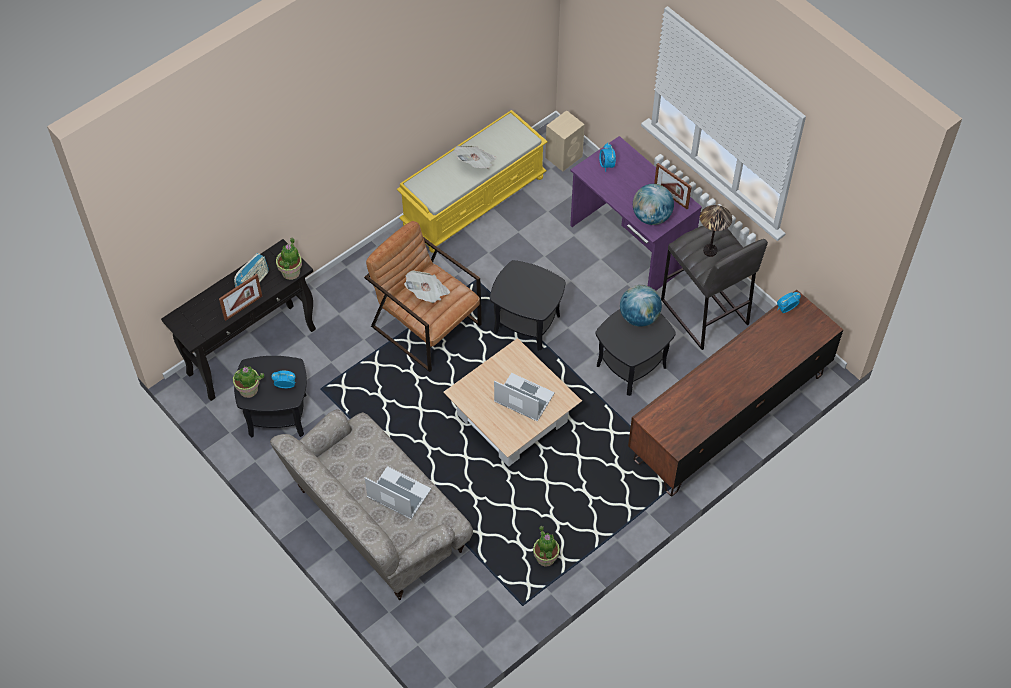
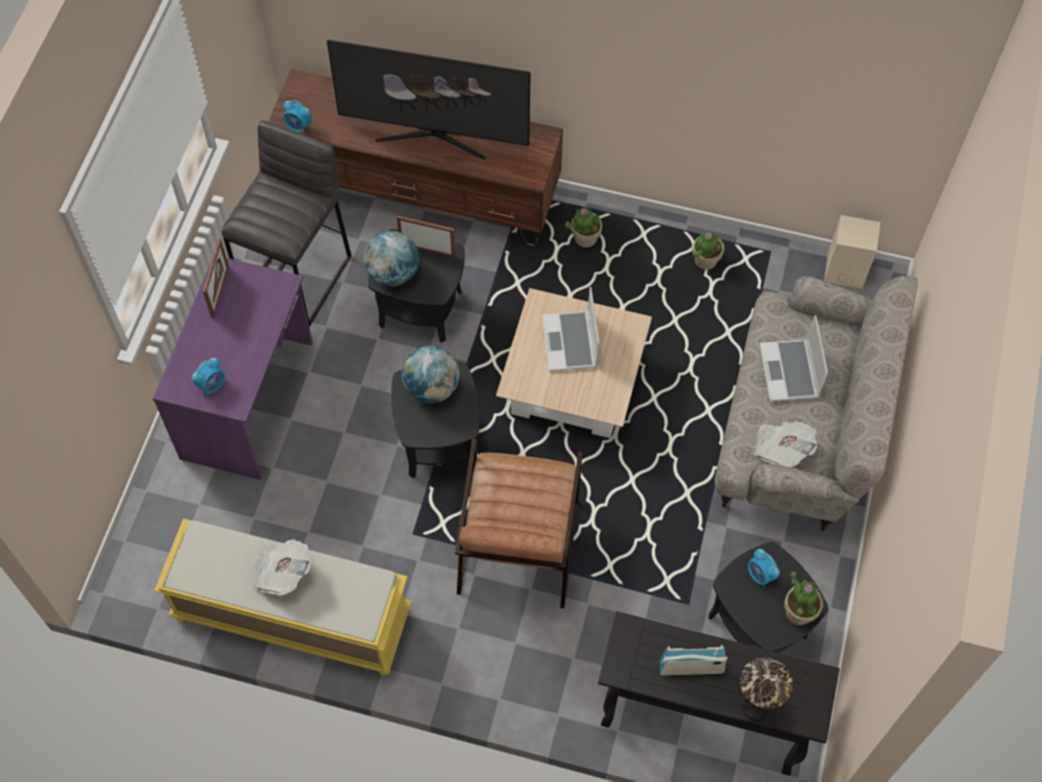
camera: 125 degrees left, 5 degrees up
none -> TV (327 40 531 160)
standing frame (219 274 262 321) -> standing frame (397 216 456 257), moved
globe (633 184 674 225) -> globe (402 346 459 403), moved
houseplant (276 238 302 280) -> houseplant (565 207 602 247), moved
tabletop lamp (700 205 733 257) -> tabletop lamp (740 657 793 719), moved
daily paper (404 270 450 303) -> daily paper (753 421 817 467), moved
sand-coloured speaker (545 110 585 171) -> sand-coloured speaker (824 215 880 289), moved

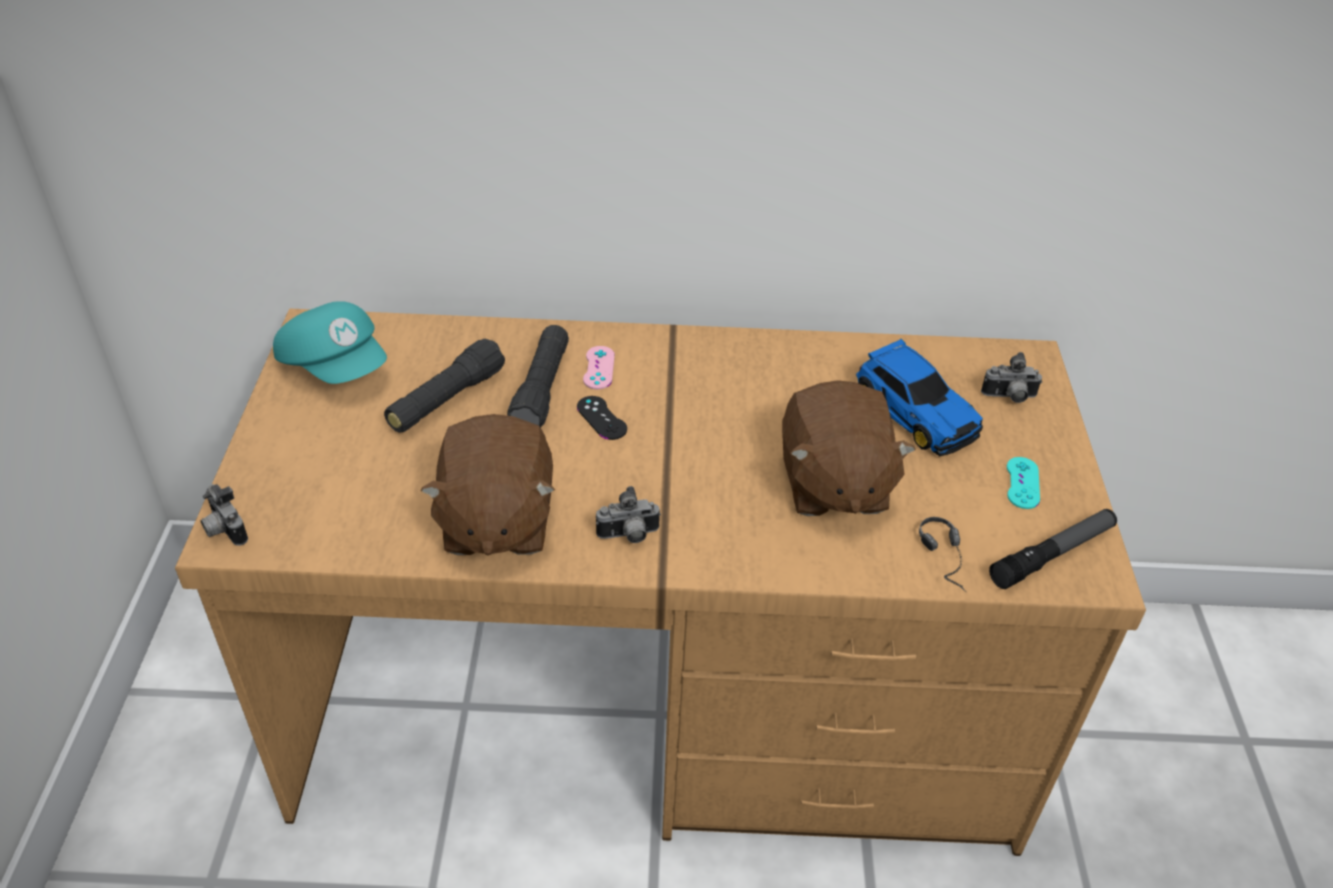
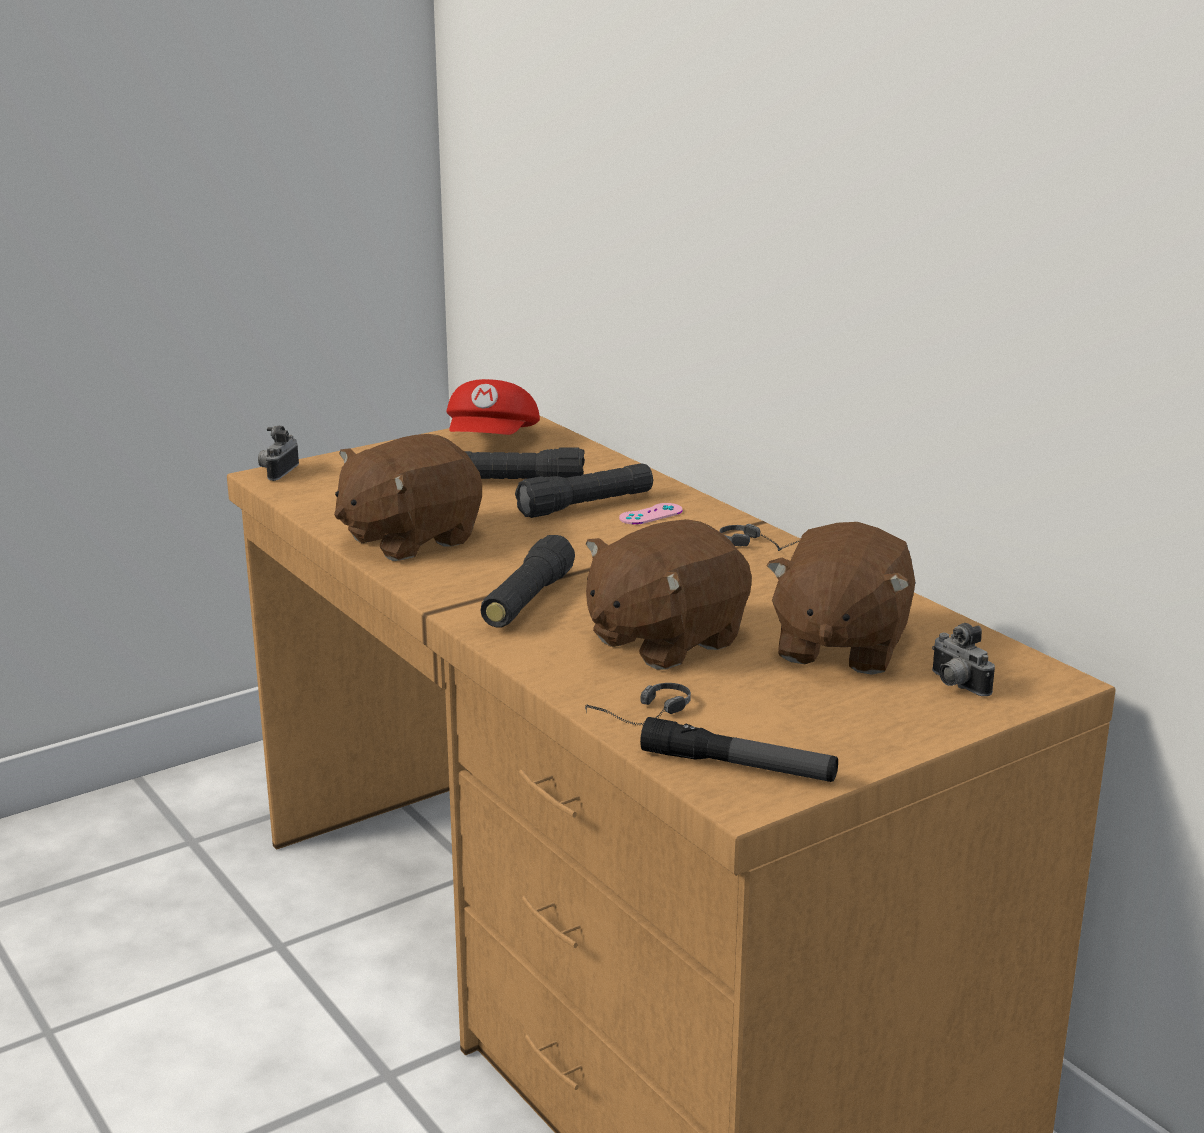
camera: 55 degrees right, 20 degrees down
turquoise-coloured cap (273 301 387 384) -> reddish cap (446 379 540 435)
none -> black-coloured torch (480 535 575 628)
none -> headset (720 524 797 551)
miniature car (856 339 983 456) -> brownish cuddly toy (766 522 915 675)
black-coloured joypad (577 396 627 440) -> none
photo camera (596 486 661 543) -> none
turquoise-coloured joypad (1007 457 1040 509) -> none

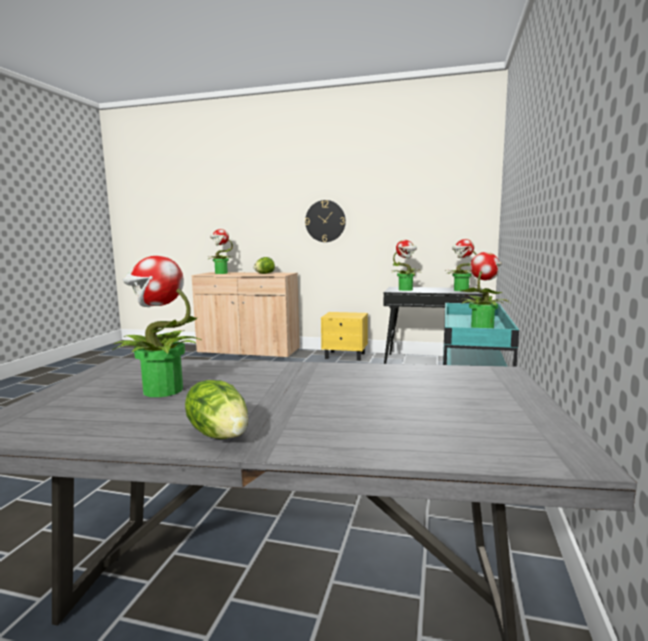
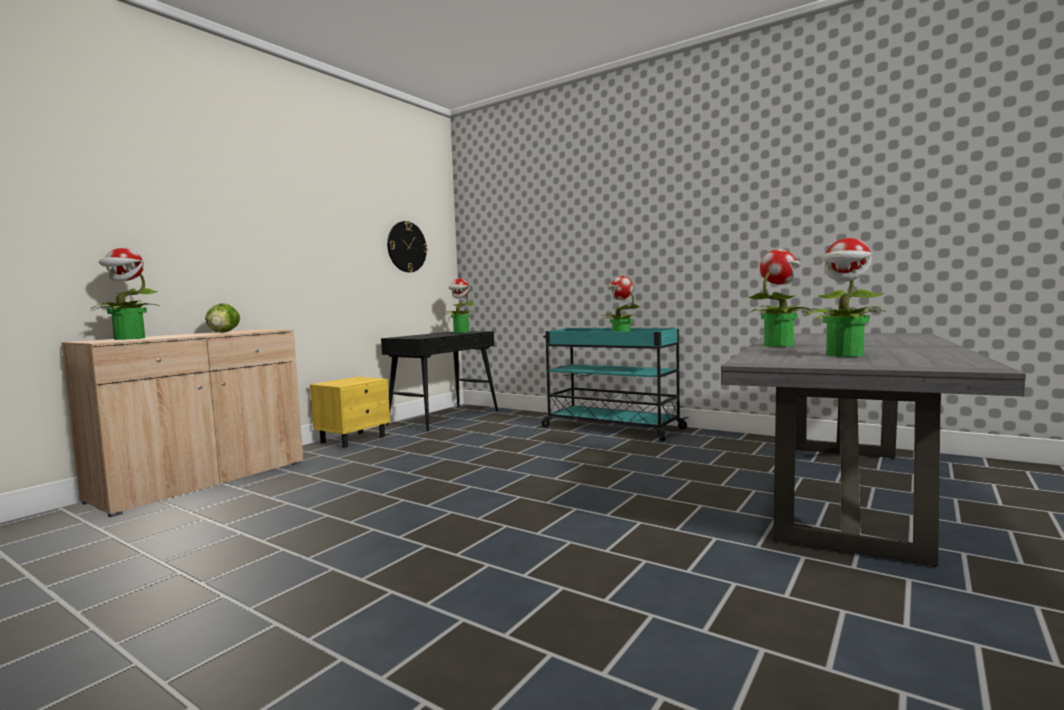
camera: 70 degrees left, 5 degrees down
hanging clock (305 200 346 242) -> hanging clock (387 221 428 272), moved
houseplant (391 240 423 291) -> houseplant (748 249 813 347), moved
head of lettuce (185 380 248 439) -> none

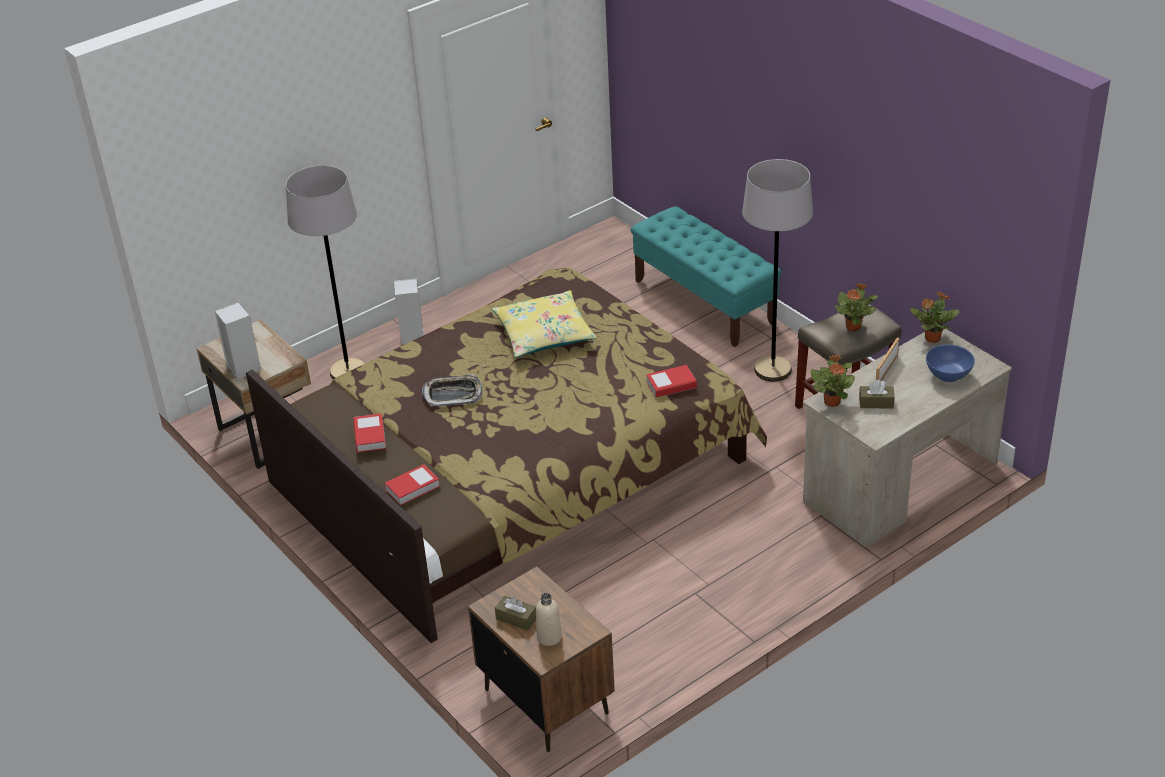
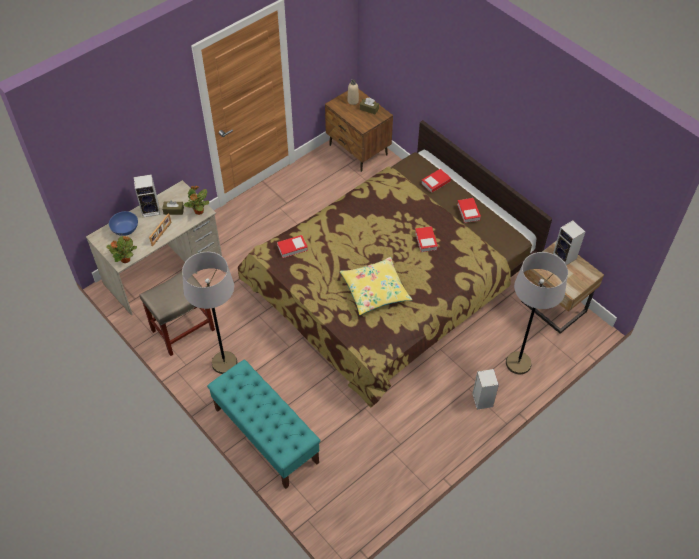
camera: 175 degrees right, 15 degrees up
none -> speaker (134 174 160 217)
carrying tray (422 374 482 406) -> book (415 226 438 252)
houseplant (835 283 878 331) -> none

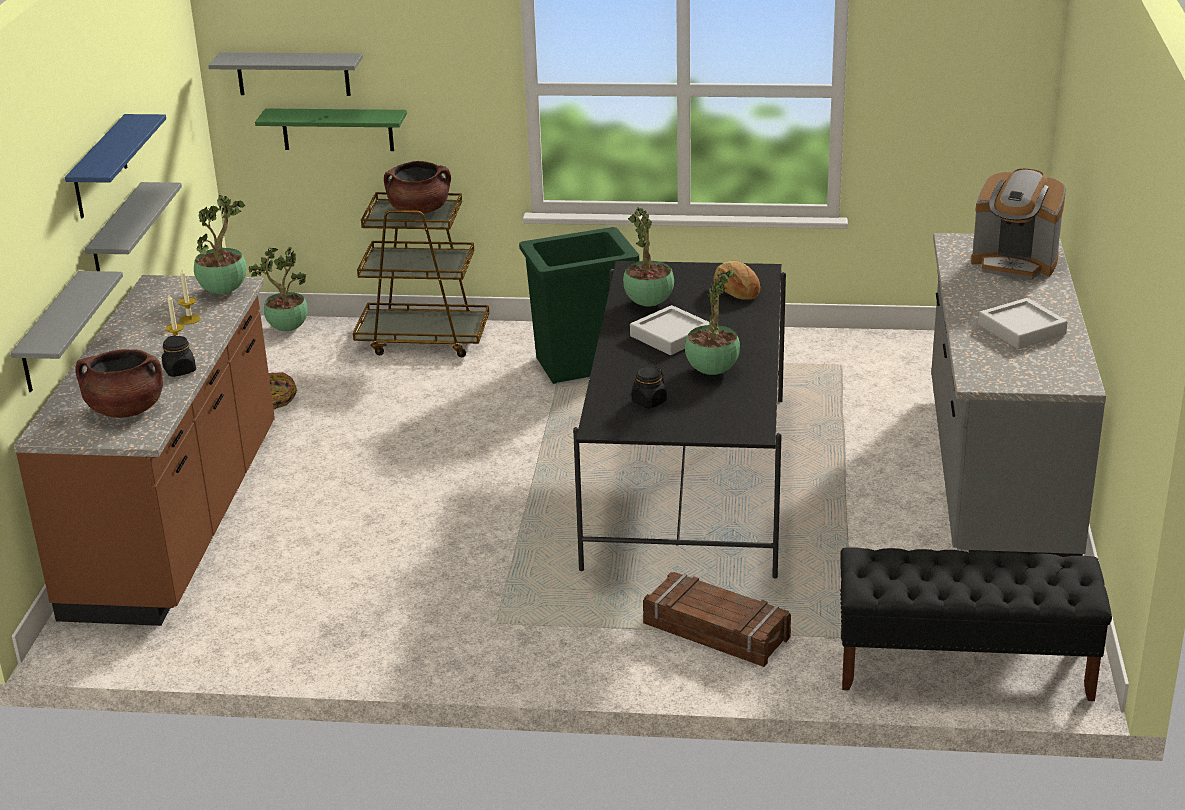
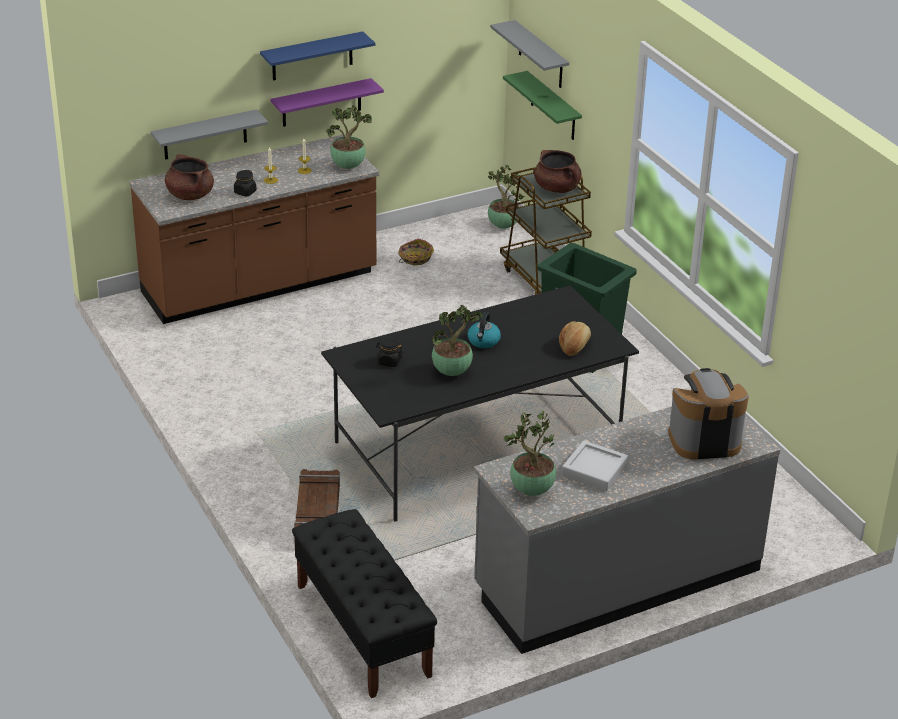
camera: 55 degrees right, 5 degrees up
greyish wall shelf (85 182 182 271) -> purple wall shelf (270 78 384 127)
greyish carrying tray (630 305 709 355) -> water kettle (468 312 501 348)
houseplant (623 207 674 307) -> houseplant (504 411 556 496), moved
coffee maker (971 169 1066 280) -> coffee maker (668 368 749 459), 90 degrees clockwise

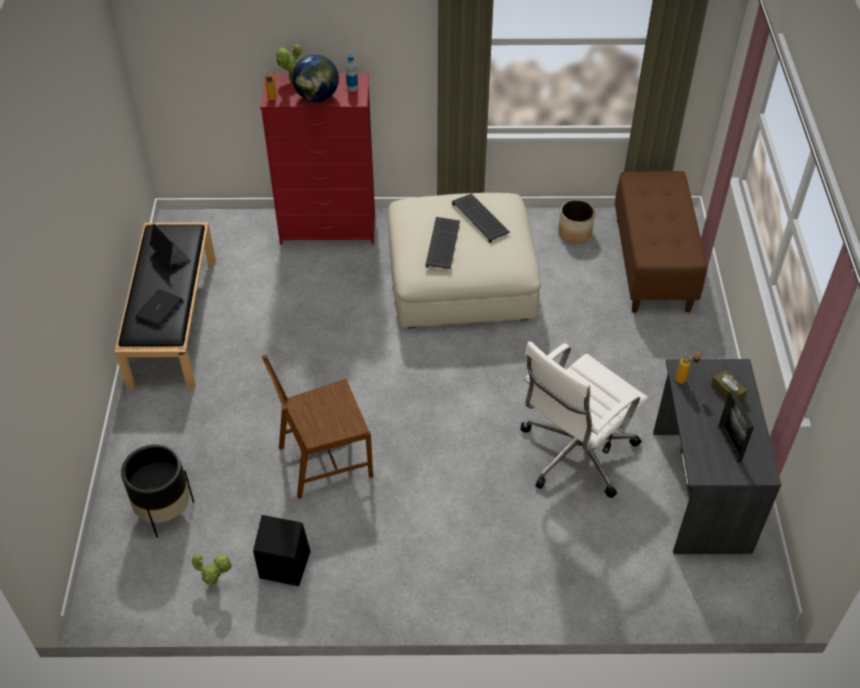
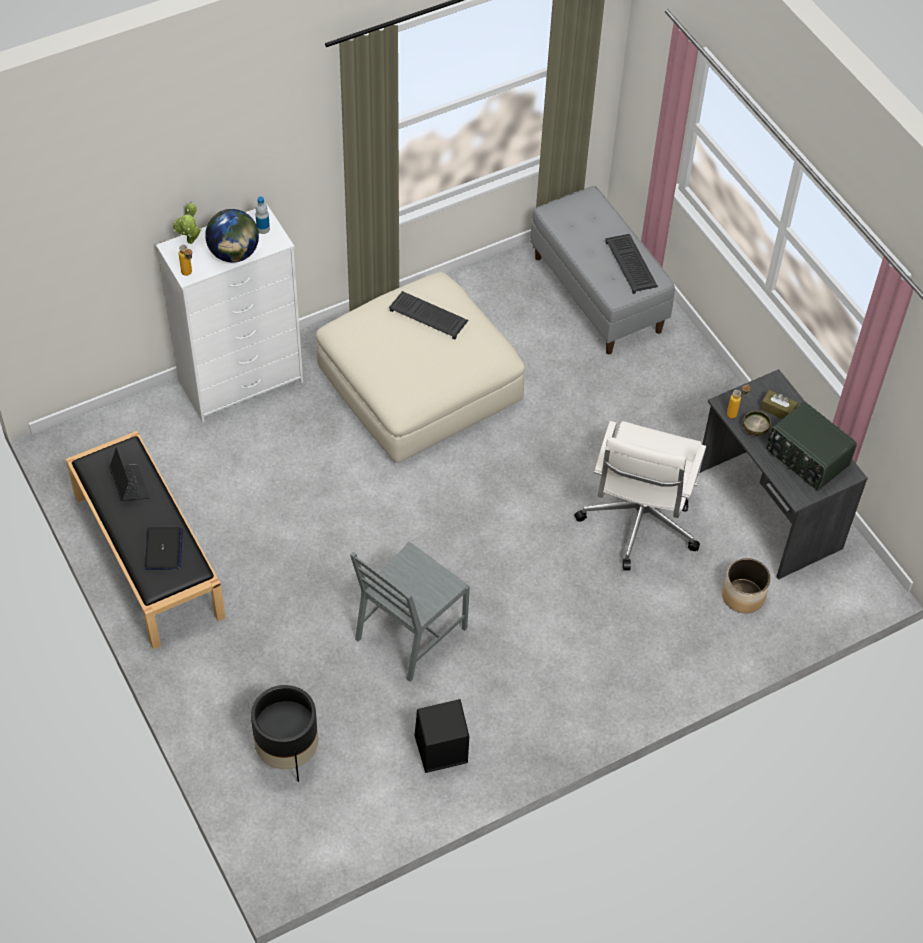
camera: 30 degrees left, 5 degrees up
laptop (149 223 191 266) -> laptop (109 447 150 501), 45 degrees clockwise
reddish drawer chest (260 73 375 245) -> white drawer chest (156 204 303 422)
brownish plain chair (262 355 373 499) -> greyish plain chair (350 541 470 682)
brownish indoor bench (615 171 707 313) -> greyish indoor bench (530 186 675 354)
keyboard (426 217 460 269) -> keyboard (605 234 658 294), moved
planter (558 200 595 243) -> planter (722 558 771 613), moved
none -> bowl (743 411 771 436)
standing frame (718 390 754 463) -> radio (766 402 857 491)
houseplant (192 554 232 586) -> none

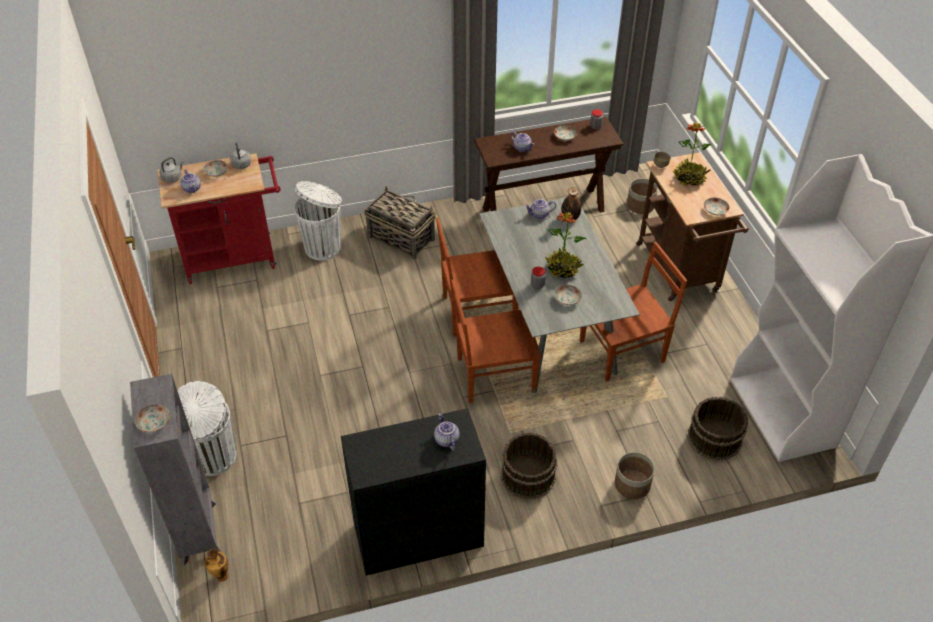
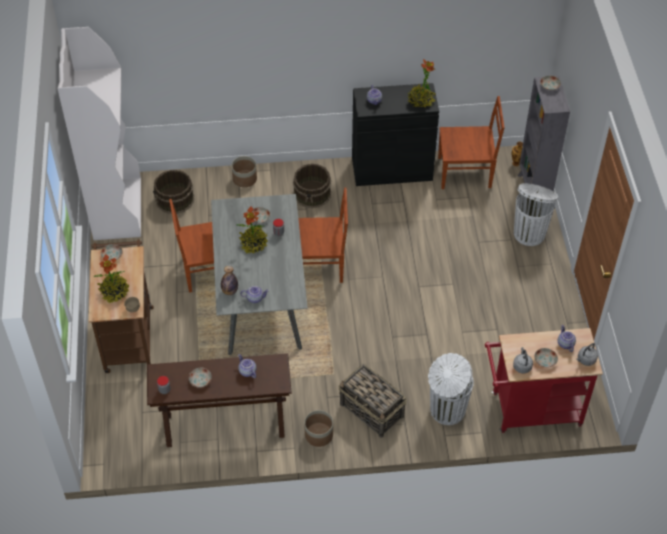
camera: 170 degrees left, 5 degrees up
planter (627 178 658 214) -> planter (304 410 333 447), moved
none -> houseplant (408 60 436 108)
brownish plain chair (436 217 519 337) -> brownish plain chair (438 96 505 189), moved

